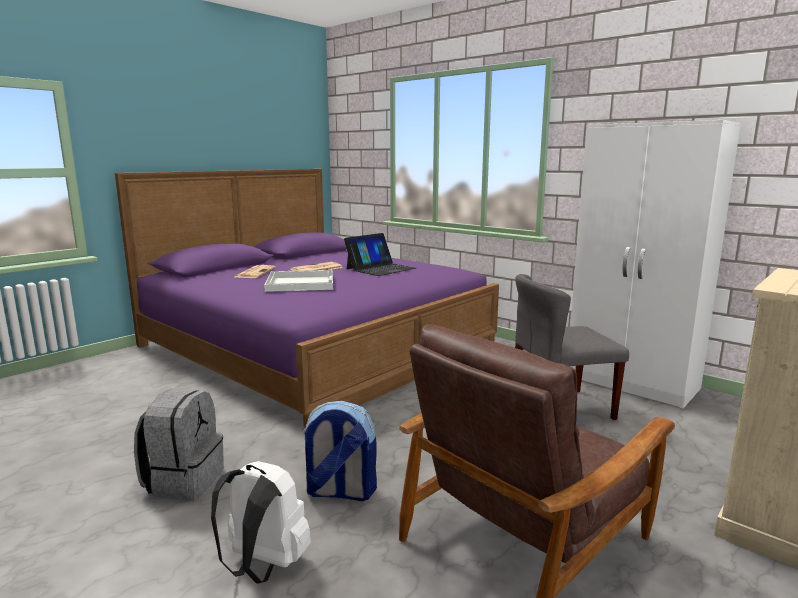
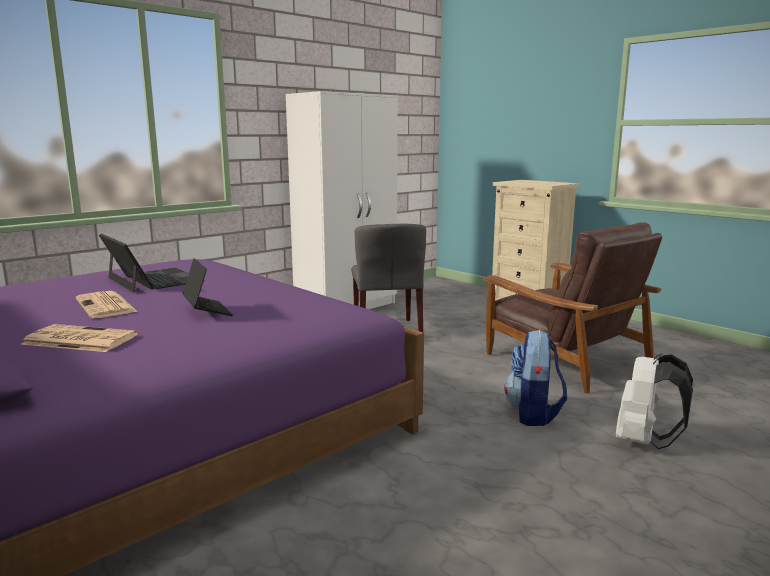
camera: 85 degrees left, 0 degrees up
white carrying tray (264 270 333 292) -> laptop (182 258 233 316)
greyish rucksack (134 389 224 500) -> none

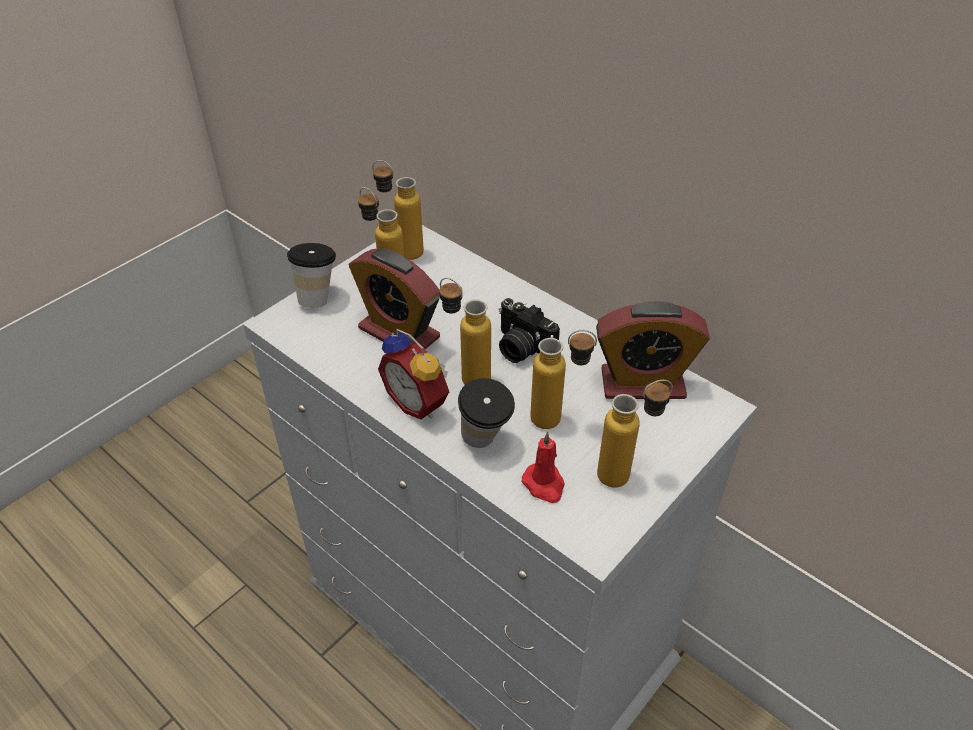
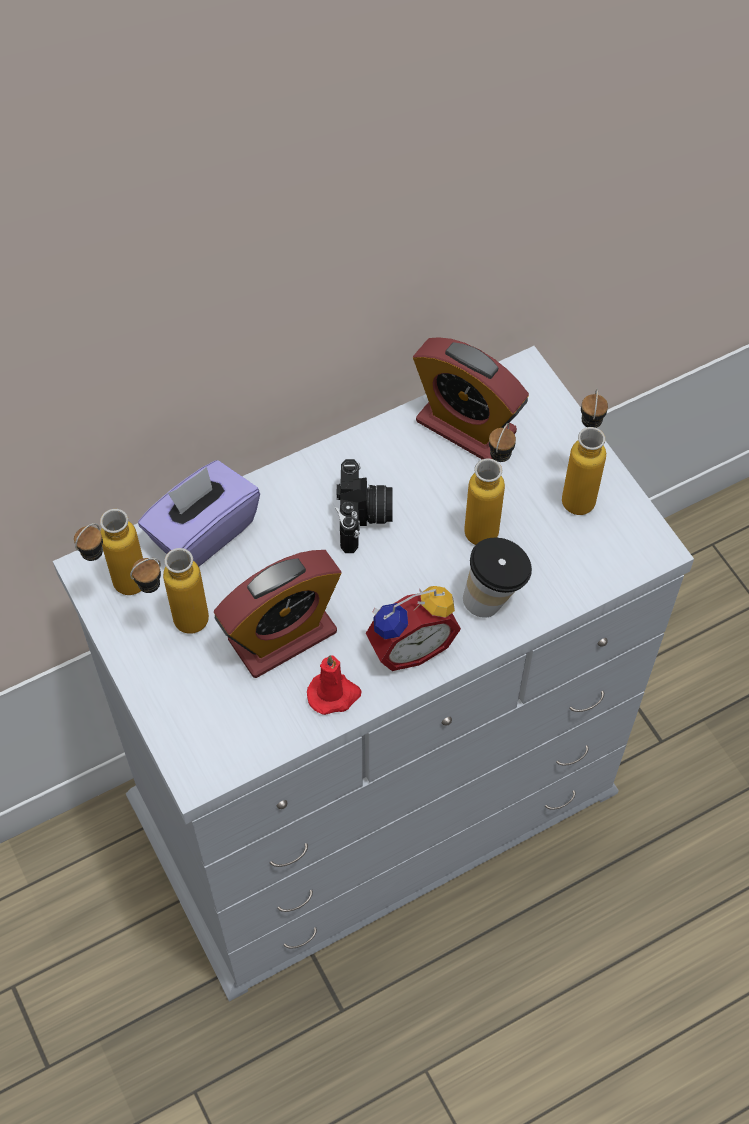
camera: 70 degrees left, 15 degrees up
none -> purple box of tissues (138 460 260 566)
reddish wax candle (521 432 565 503) -> reddish wax candle (307 655 362 715), moved
photo camera (499 298 560 363) -> photo camera (335 459 393 553), 60 degrees counterclockwise
bedside clock (596 301 710 399) -> bedside clock (413 337 529 459), 105 degrees clockwise
small cup (287 243 336 308) -> none
beverage bottle (440 278 491 385) -> none

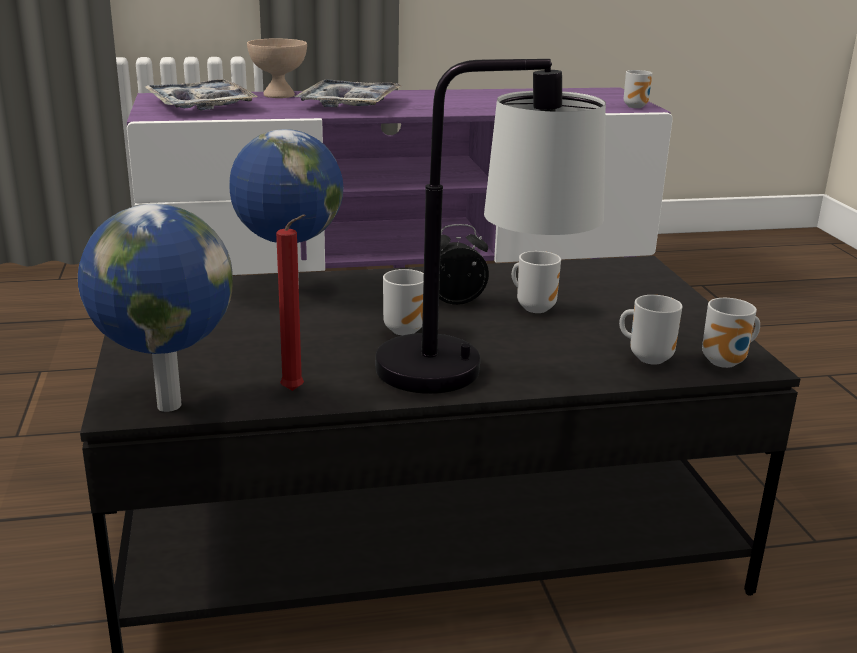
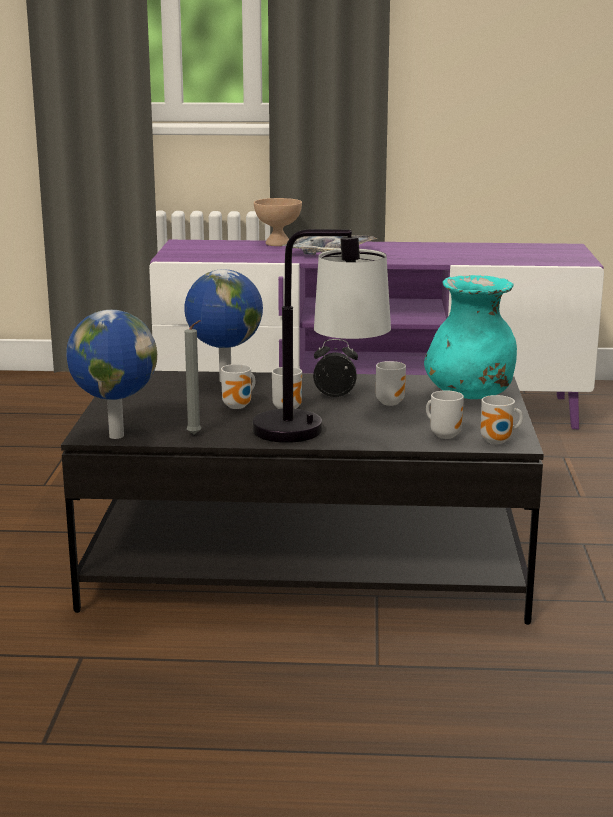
camera: 15 degrees right, 5 degrees down
reddish wax candle (276 215 305 391) -> greyish wax candle (185 320 201 435)
tea mug (624 70 652 108) -> tea mug (221 364 255 409), moved
none -> turquoise-coloured decorative vase (424 275 517 399)
carrying tray (145 79 258 110) -> none

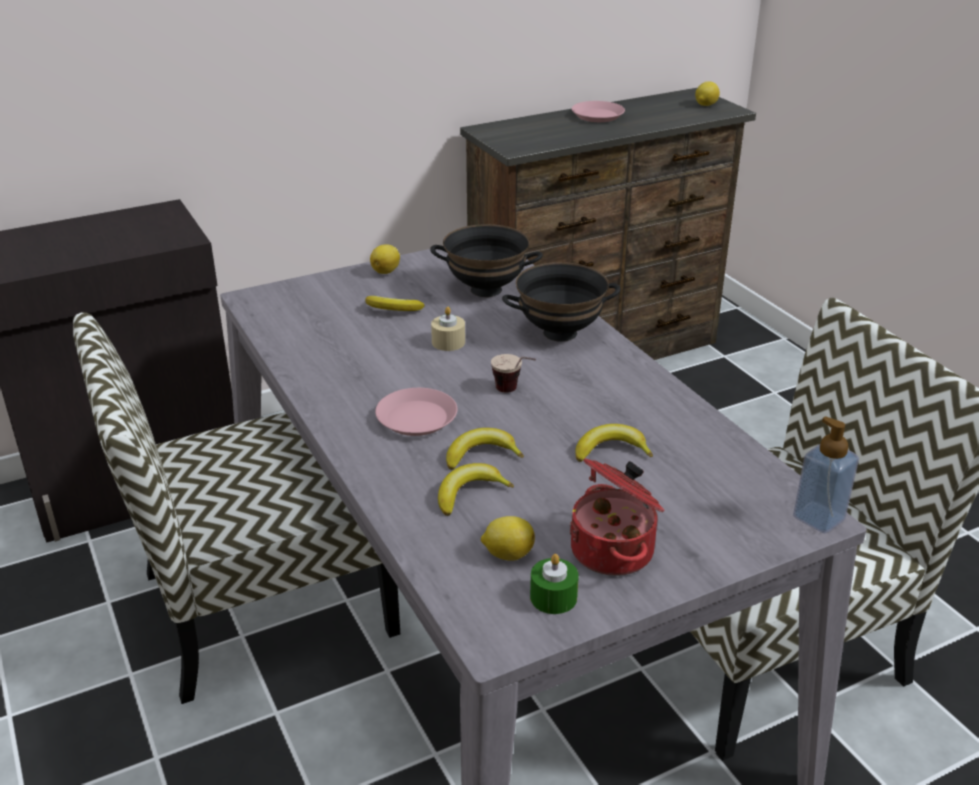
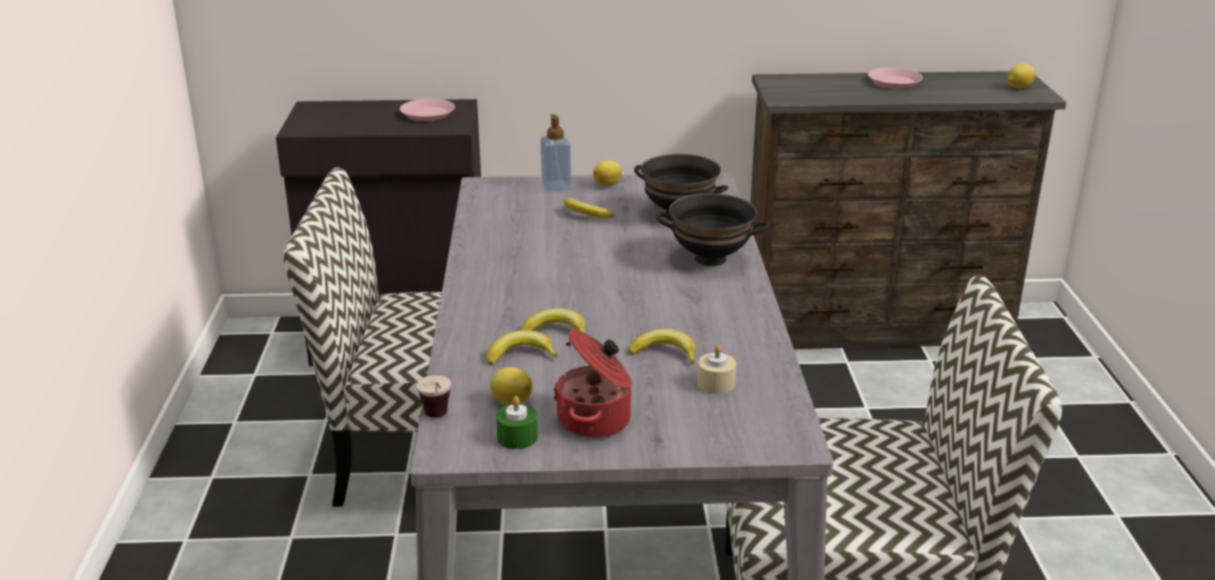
camera: 25 degrees right, 5 degrees down
pinkish flat dish (375 388 457 436) -> pinkish flat dish (400 98 455 121), moved
small cup (491 354 536 393) -> small cup (417 375 451 418), moved
soap dispenser (793 416 859 534) -> soap dispenser (541 114 571 192), moved
sand-coloured wax candle (431 307 465 351) -> sand-coloured wax candle (697 344 736 394), moved

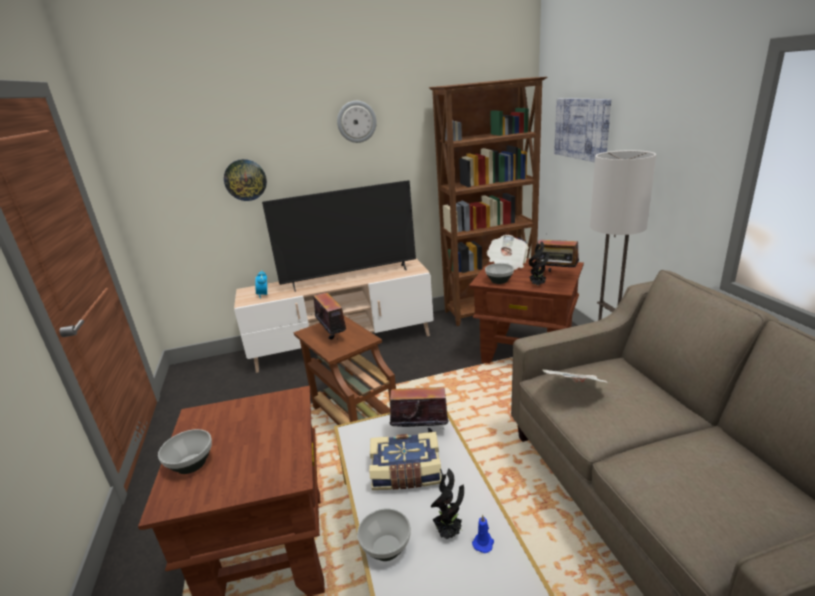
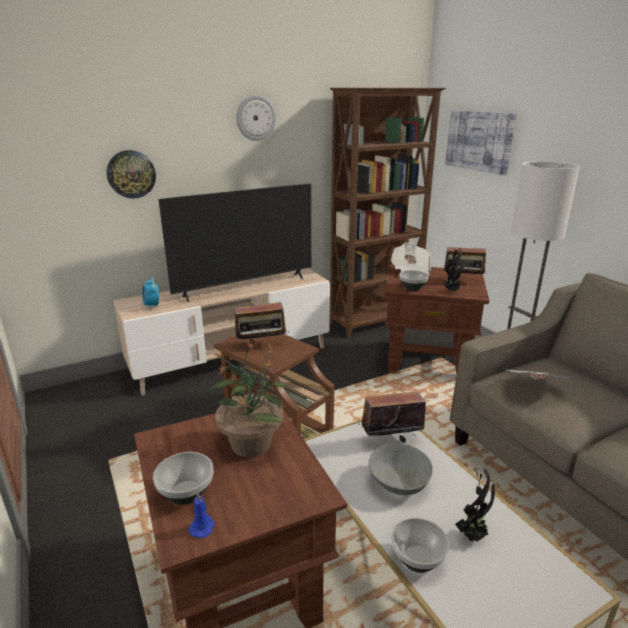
camera: 15 degrees left, 0 degrees up
blue-coloured wax candle (472 515 494 553) -> blue-coloured wax candle (188 492 215 538), moved
none -> houseplant (210 341 289 457)
radio (311 293 346 341) -> radio (234 302 289 344), 120 degrees clockwise
book (369 432 442 490) -> greyish bowl (369 443 433 495)

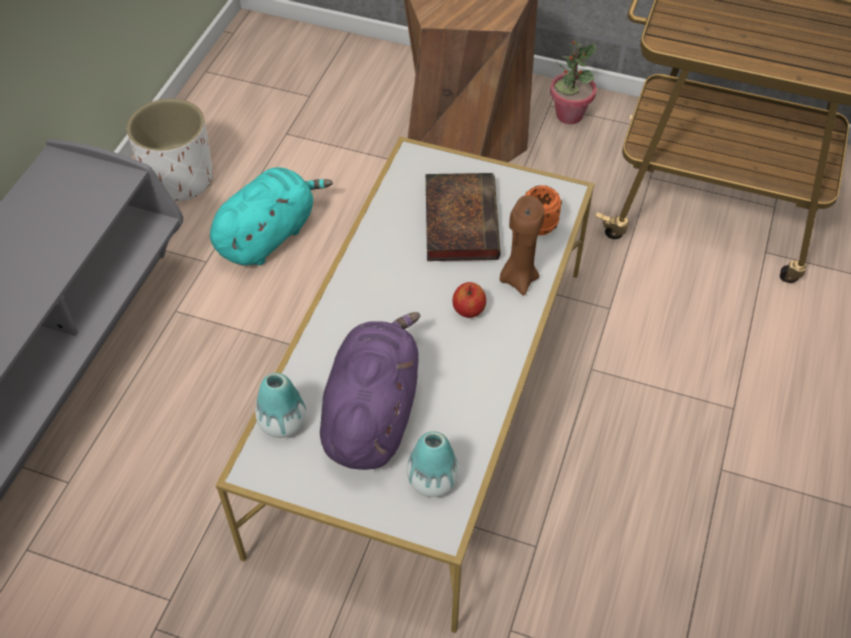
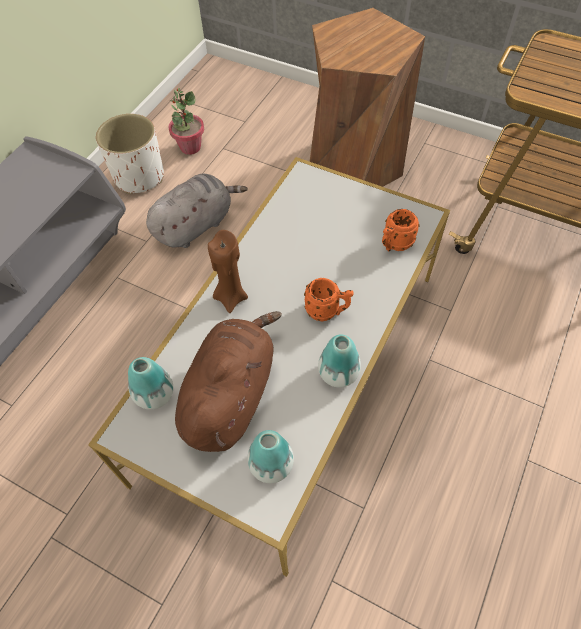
camera: 10 degrees right, 5 degrees up
turquoise-coloured cuddly toy (210 167 333 266) -> greyish cuddly toy (146 174 248 248)
houseplant (550 40 597 124) -> houseplant (169 88 204 155), moved
purple cuddly toy (320 312 420 470) -> brownish cuddly toy (175 311 282 452)
brownish wax candle (500 195 545 295) -> brownish wax candle (208 230 248 313), moved
whole apple (452 282 486 318) -> orangey tea mug (304 278 354 321)
none -> decorative vase (318 334 361 388)
book (426 173 500 261) -> none

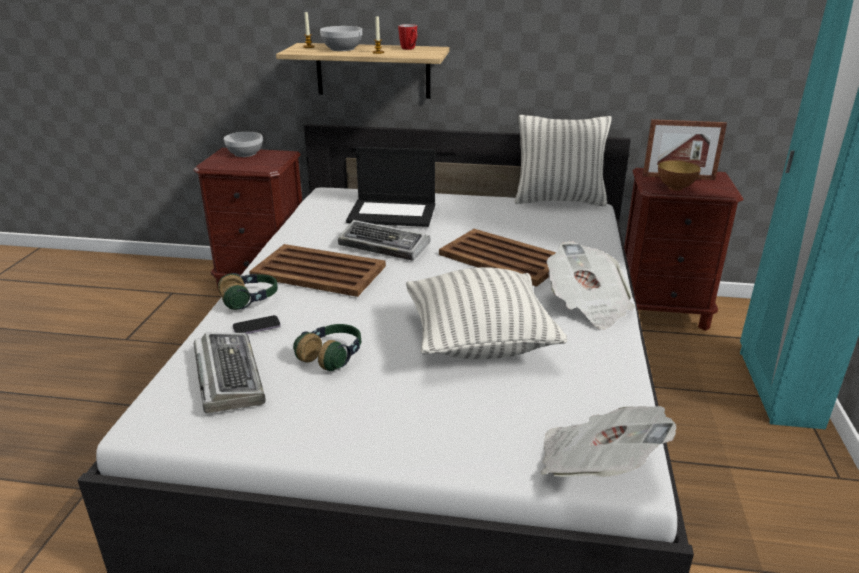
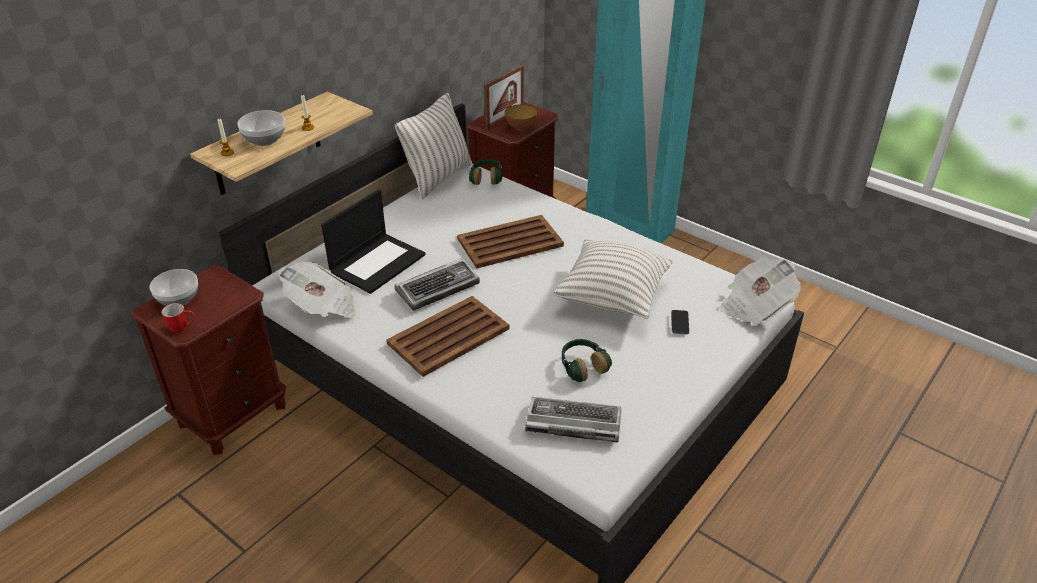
camera: 60 degrees left, 10 degrees up
tea mug (398 24 417 50) -> tea mug (162 303 195 333), moved
daily paper (547 241 635 330) -> daily paper (278 262 355 317), moved
headset (218 273 278 310) -> headset (469 159 503 185), moved
handset (233 315 281 334) -> handset (671 310 689 335), moved

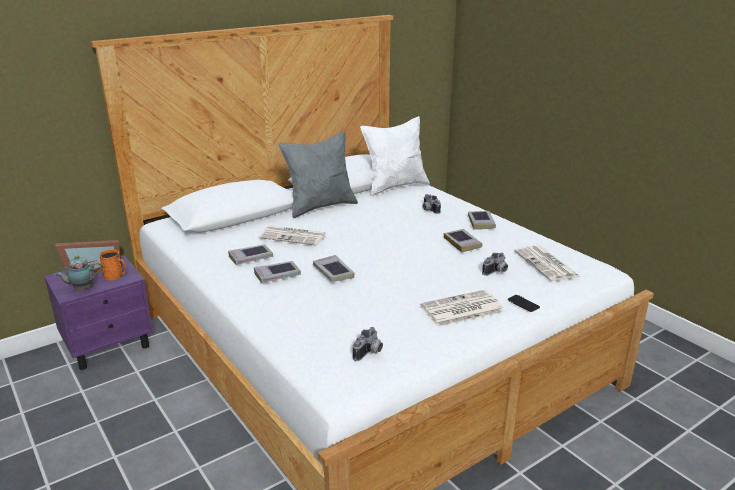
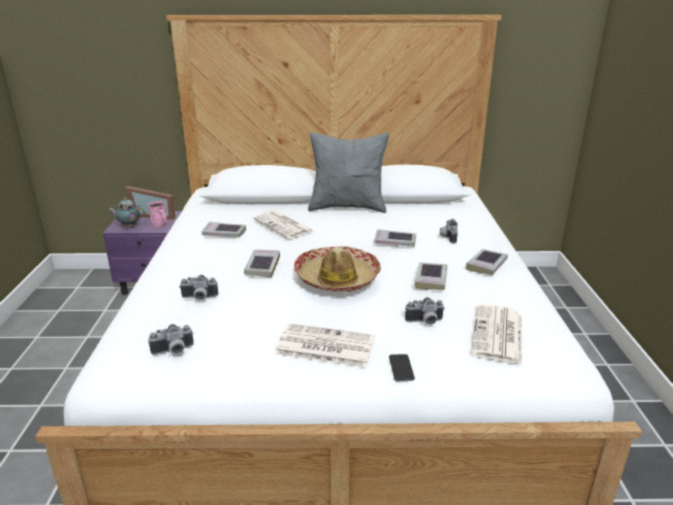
camera: 35 degrees right, 0 degrees up
orangey tea mug (99 250 126 280) -> pinkish tea mug (148 201 168 227)
none -> photo camera (179 275 218 300)
none -> hat (294 246 381 292)
book (254 261 301 283) -> book (374 229 416 247), moved
white pillow (360 116 430 196) -> none

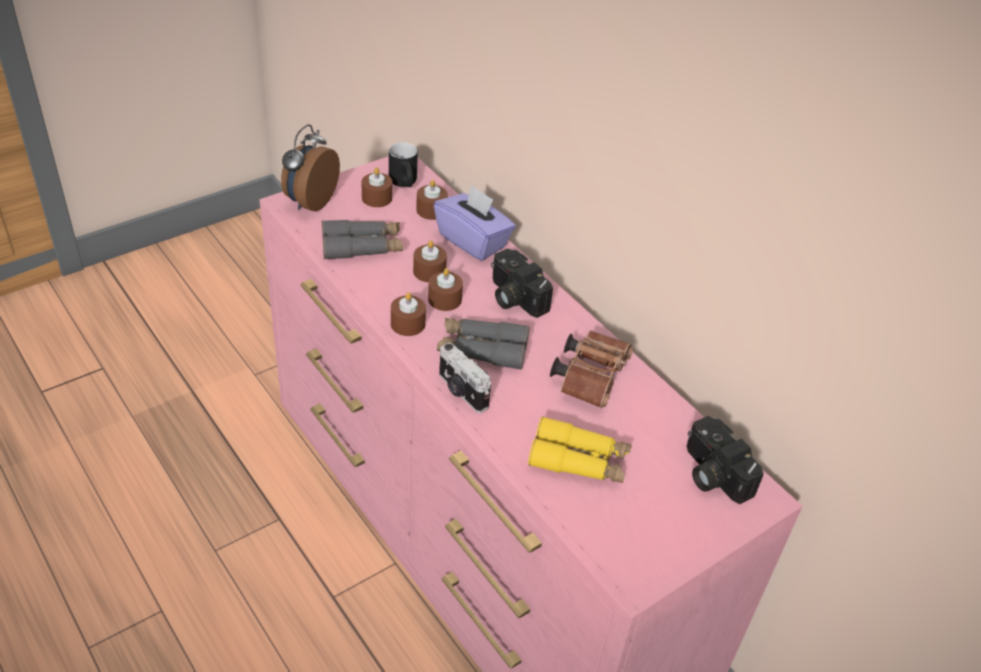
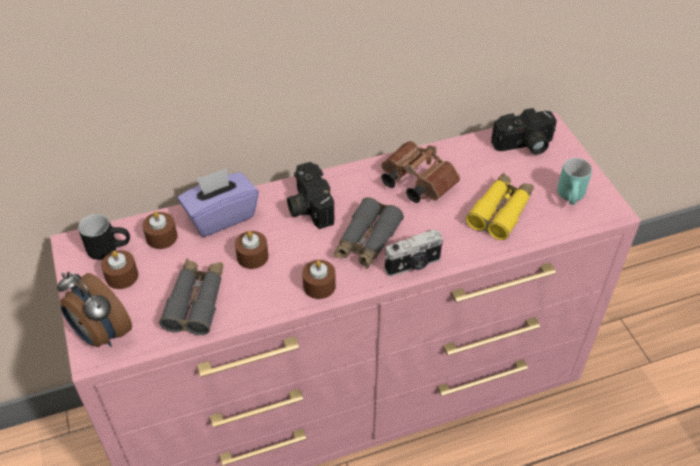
camera: 70 degrees left, 5 degrees up
photo camera (491 249 553 318) -> photo camera (287 162 335 229), 90 degrees clockwise
none -> turquoise-coloured tea mug (557 158 592 205)
brownish wax candle (428 268 463 311) -> none

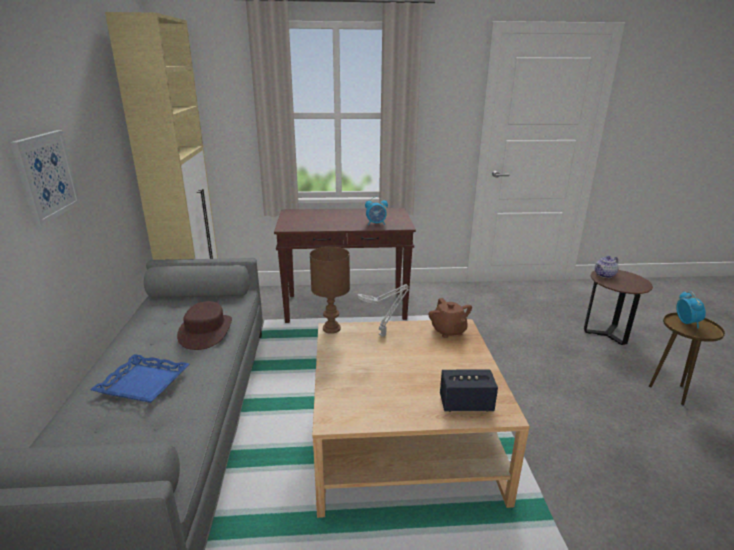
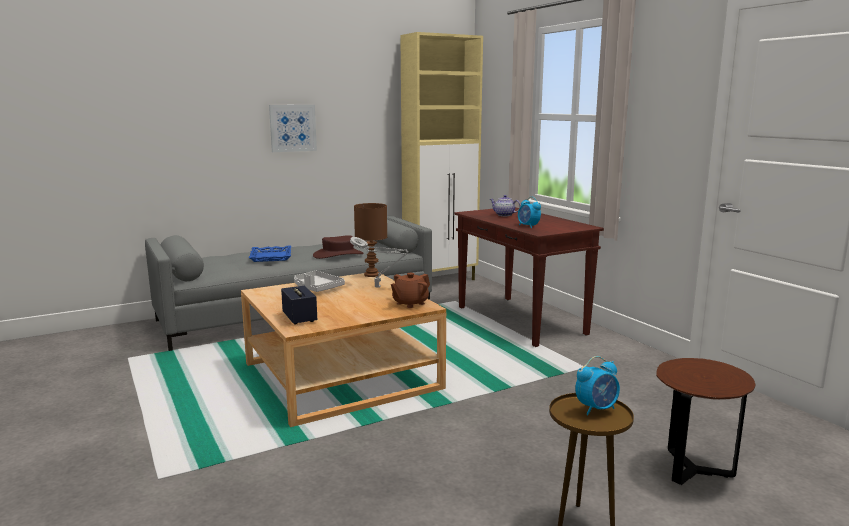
camera: 65 degrees right, 10 degrees down
none -> greyish carrying tray (294 271 345 292)
tea pot (595 256 619 278) -> tea pot (490 195 521 216), moved

